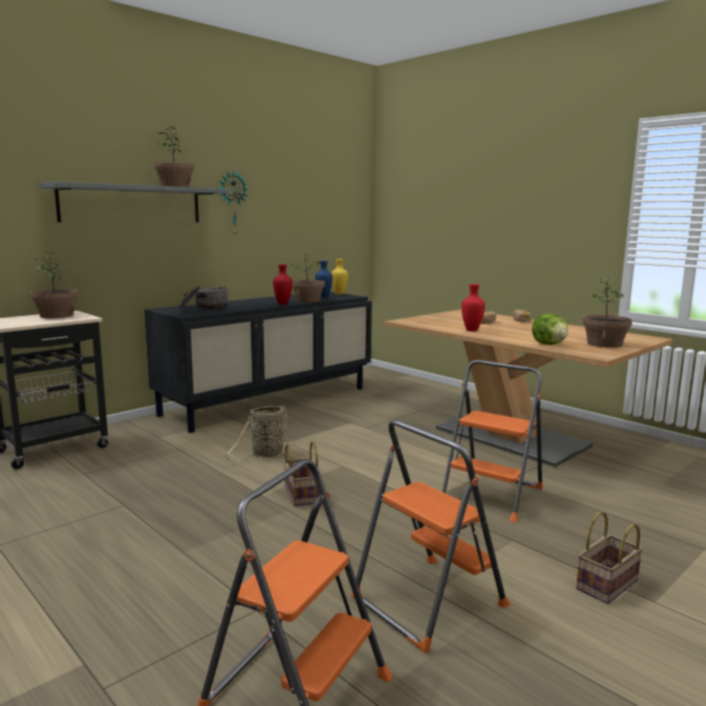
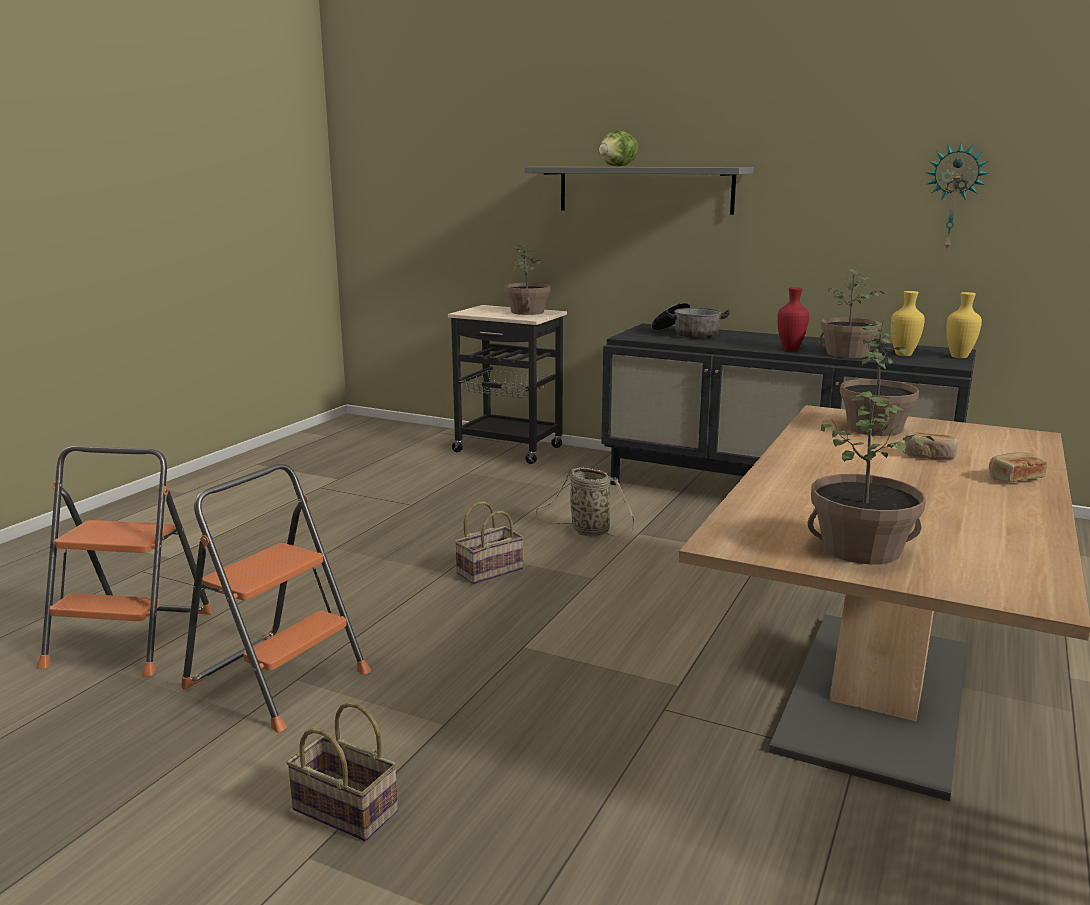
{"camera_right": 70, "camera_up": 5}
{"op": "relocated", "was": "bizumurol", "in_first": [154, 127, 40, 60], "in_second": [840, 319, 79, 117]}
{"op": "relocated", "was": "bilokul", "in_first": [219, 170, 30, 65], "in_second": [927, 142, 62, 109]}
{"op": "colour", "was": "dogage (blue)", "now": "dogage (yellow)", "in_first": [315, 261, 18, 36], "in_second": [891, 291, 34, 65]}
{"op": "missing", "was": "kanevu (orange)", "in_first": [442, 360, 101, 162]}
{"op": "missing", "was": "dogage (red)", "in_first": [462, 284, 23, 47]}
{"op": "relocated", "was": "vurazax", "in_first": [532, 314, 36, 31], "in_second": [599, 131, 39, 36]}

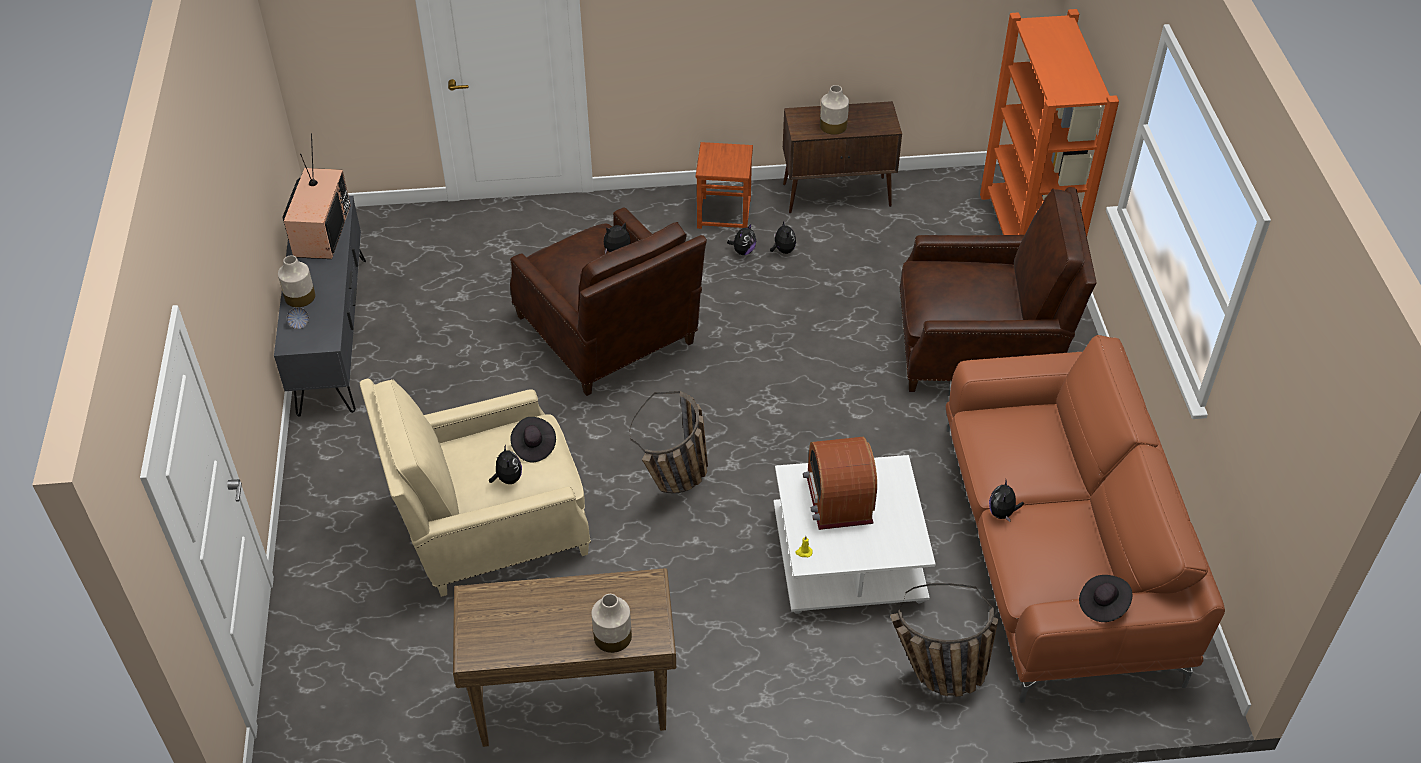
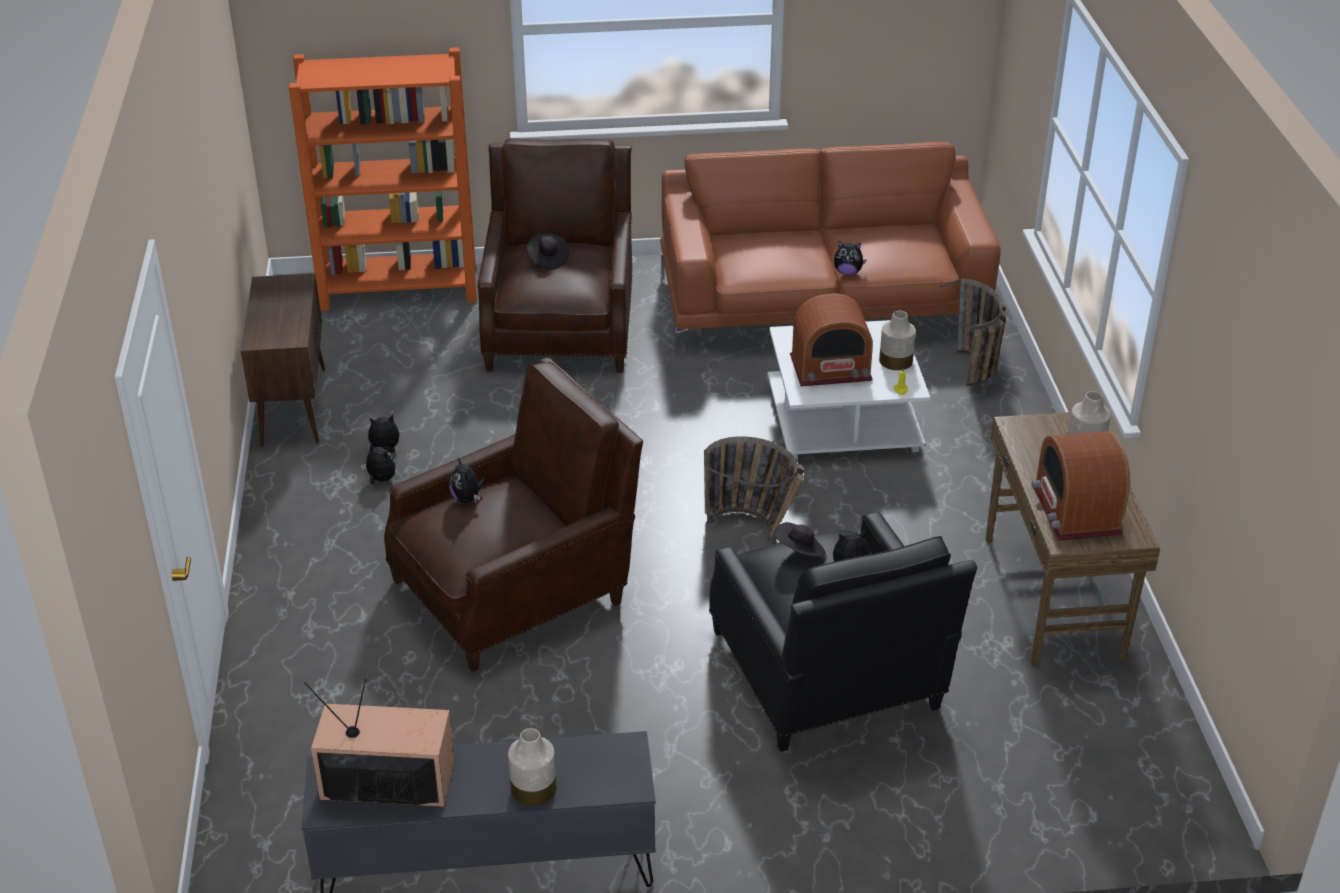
{"camera_right": -90, "camera_up": -10}
{"op": "missing", "was": "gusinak", "in_first": [287, 307, 22, 22]}
{"op": "colour", "was": "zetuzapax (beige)", "now": "zetuzapax (black)", "in_first": [360, 379, 231, 218], "in_second": [709, 512, 268, 240]}
{"op": "missing", "was": "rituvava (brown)", "in_first": [696, 142, 57, 87]}
{"op": "relocated", "was": "dogage (beige)", "in_first": [820, 85, 29, 50], "in_second": [879, 311, 37, 59]}
{"op": "relocated", "was": "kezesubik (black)", "in_first": [1079, 575, 53, 47], "in_second": [527, 233, 43, 37]}
{"op": "appeared", "now": "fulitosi", "in_second": [1032, 431, 98, 110]}

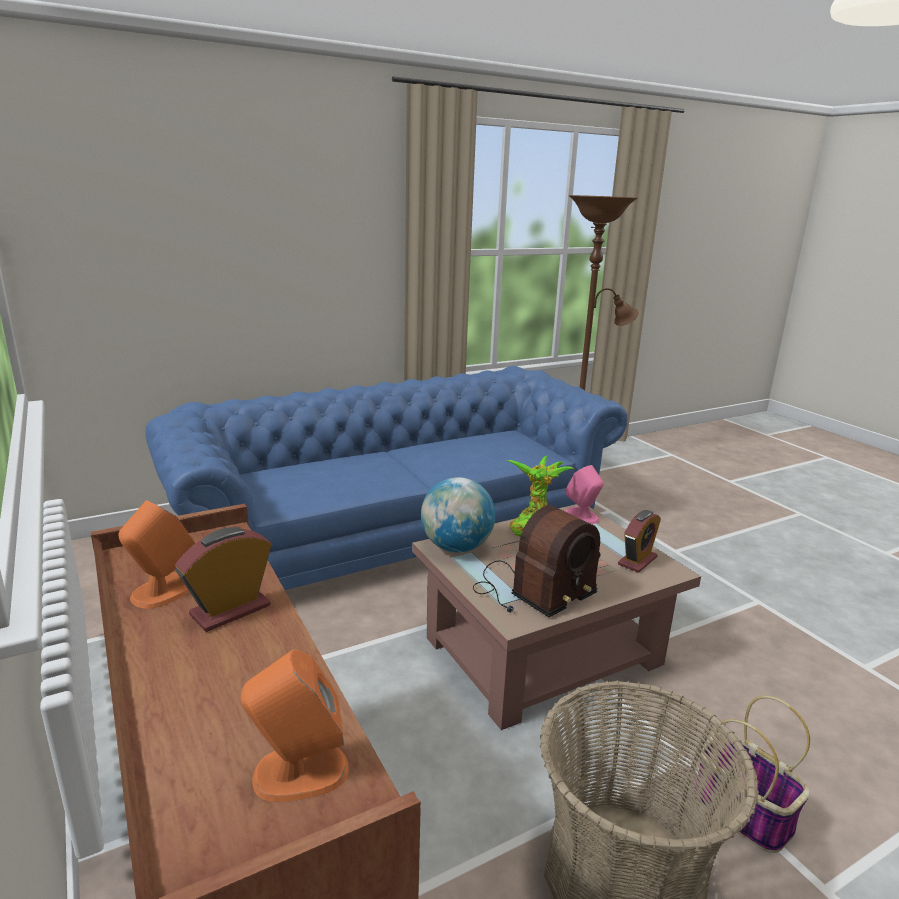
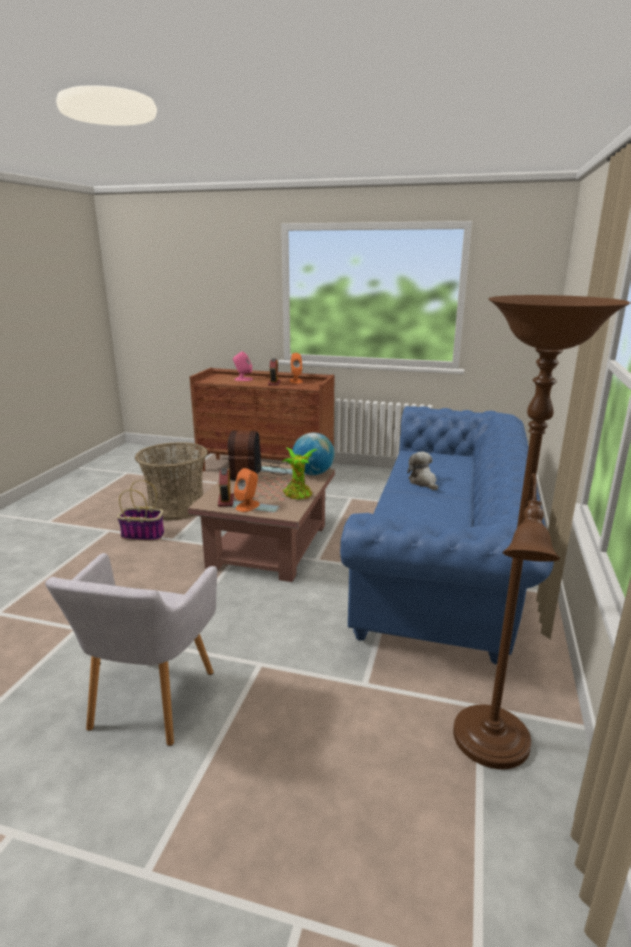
{"camera_right": 135, "camera_up": 0}
{"op": "relocated", "was": "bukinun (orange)", "in_first": [241, 649, 107, 153], "in_second": [234, 468, 26, 44]}
{"op": "relocated", "was": "bukinun (pink)", "in_first": [565, 465, 39, 59], "in_second": [233, 351, 20, 30]}
{"op": "appeared", "now": "zetuzapax (grey)", "in_second": [45, 553, 172, 193]}
{"op": "appeared", "now": "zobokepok", "in_second": [407, 452, 31, 39]}

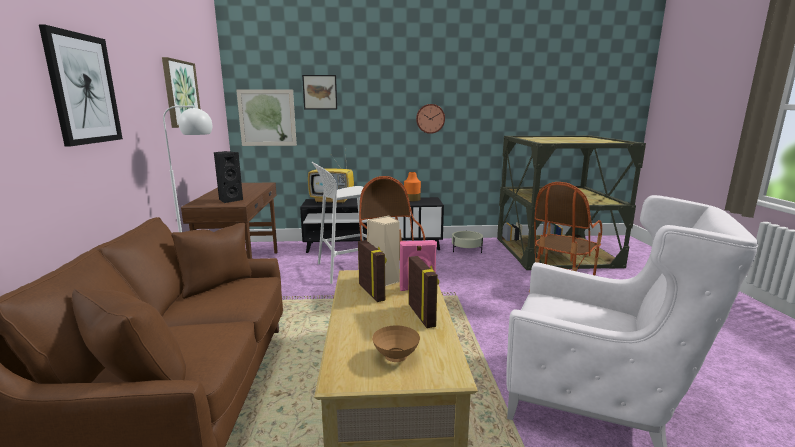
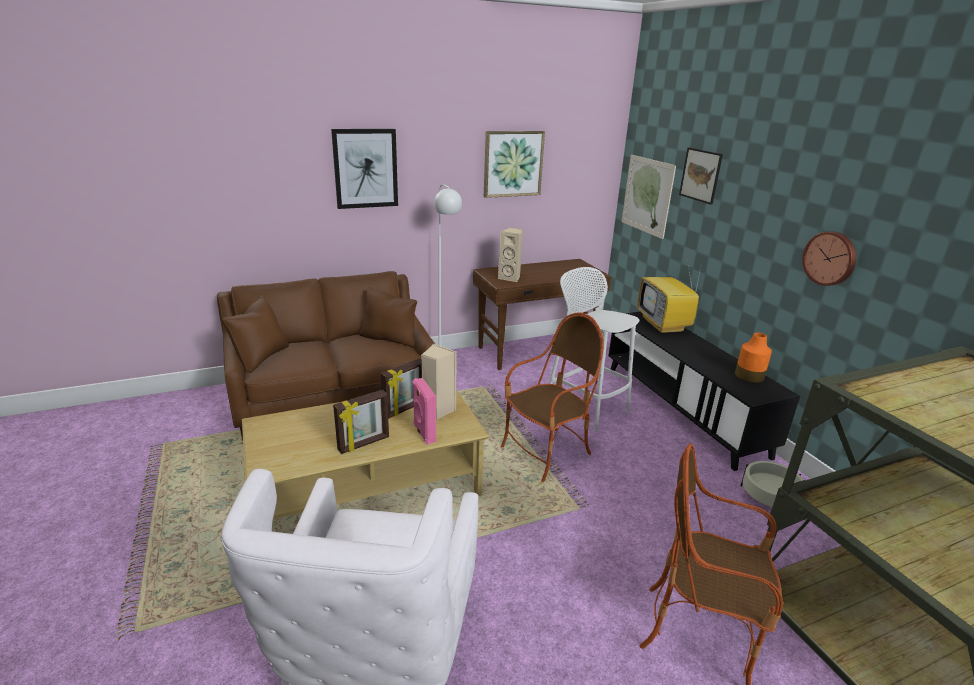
{"camera_right": 70, "camera_up": 10}
{"op": "colour", "was": "bukinun (black)", "now": "bukinun (beige)", "in_first": [214, 151, 29, 52], "in_second": [498, 227, 25, 55]}
{"op": "missing", "was": "gusinak (brown)", "in_first": [372, 325, 48, 37]}

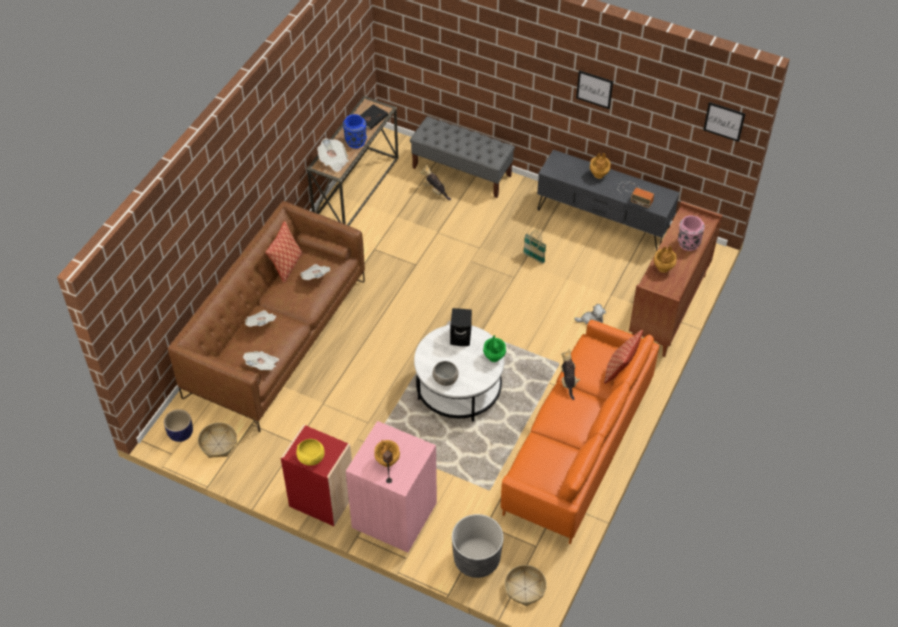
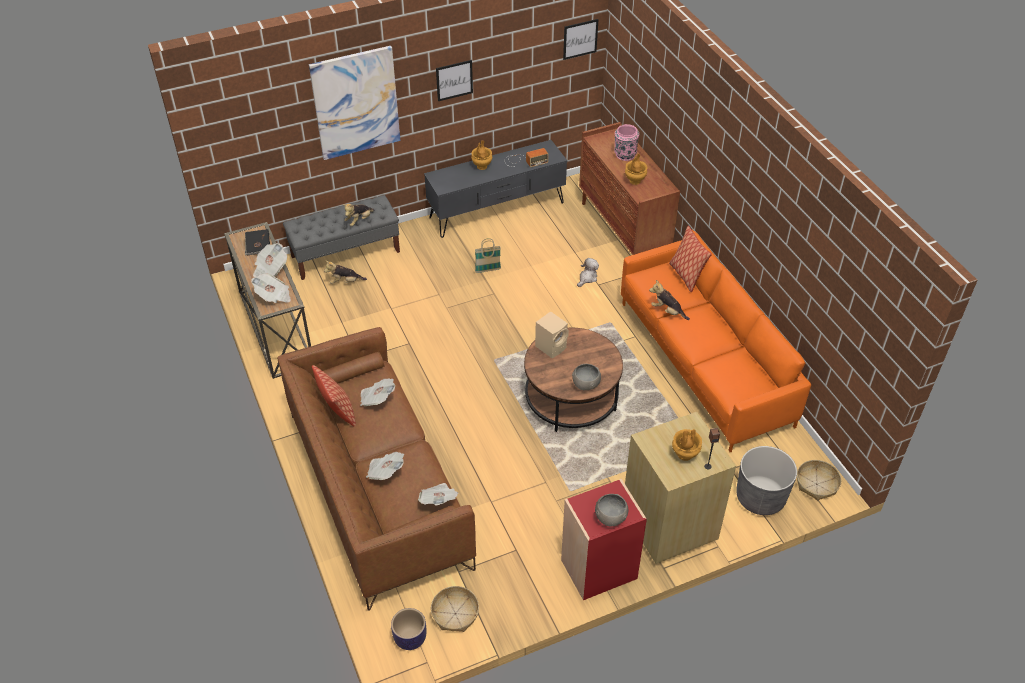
{"camera_right": -50, "camera_up": -5}
{"op": "colour", "was": "gusinak (yellow)", "now": "gusinak (grey)", "in_first": [296, 439, 29, 27], "in_second": [595, 494, 33, 32]}
{"op": "exchanged", "was": "dogage (blue)", "now": "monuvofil", "in_first": [343, 114, 24, 34], "in_second": [253, 243, 34, 35]}
{"op": "colour", "was": "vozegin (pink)", "now": "vozegin (brown)", "in_first": [346, 421, 91, 132], "in_second": [625, 412, 111, 152]}
{"op": "colour", "was": "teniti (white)", "now": "teniti (brown)", "in_first": [414, 325, 90, 97], "in_second": [524, 328, 99, 104]}
{"op": "colour", "was": "bukinun (black)", "now": "bukinun (beige)", "in_first": [450, 308, 22, 38], "in_second": [535, 311, 34, 47]}
{"op": "missing", "was": "dogage (green)", "in_first": [483, 335, 23, 27]}
{"op": "appeared", "now": "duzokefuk", "in_second": [309, 46, 91, 114]}
{"op": "appeared", "now": "zobokepok", "in_second": [343, 204, 32, 23]}

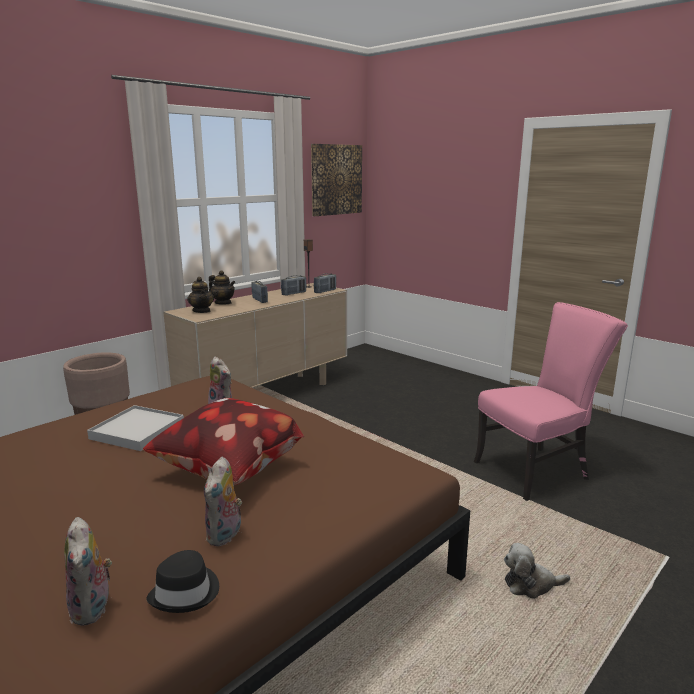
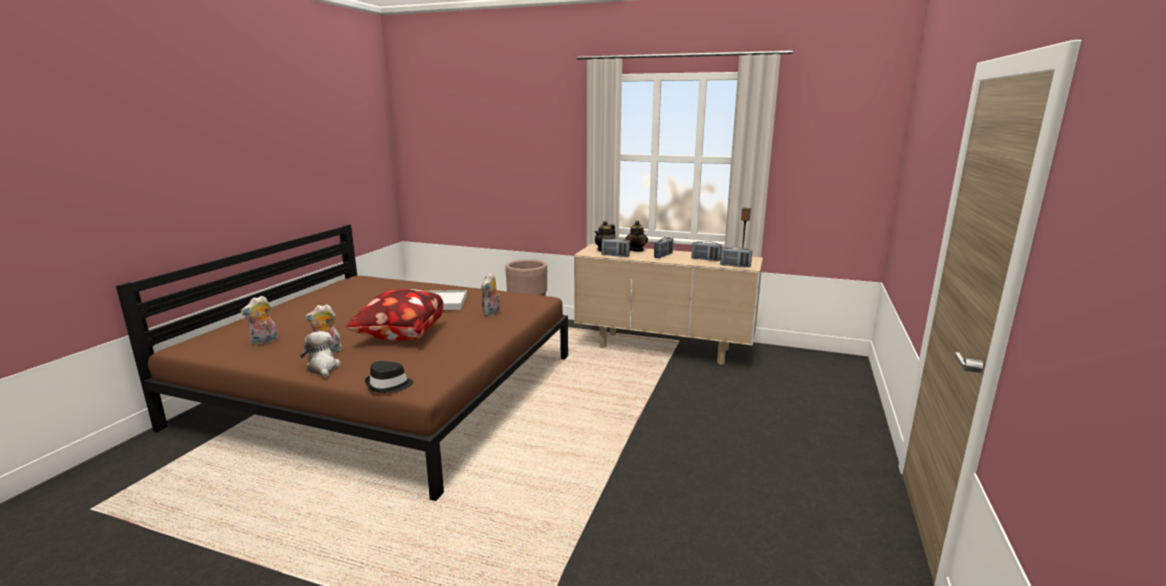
{"camera_right": 65, "camera_up": 0}
{"op": "relocated", "was": "kezesubik (black)", "in_first": [146, 550, 73, 63], "in_second": [365, 361, 48, 32]}
{"op": "missing", "was": "duzokefuk", "in_first": [311, 144, 51, 72]}
{"op": "missing", "was": "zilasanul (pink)", "in_first": [474, 302, 154, 199]}
{"op": "relocated", "was": "zobokepok", "in_first": [504, 543, 66, 56], "in_second": [300, 331, 41, 47]}
{"op": "appeared", "now": "fulitosi", "in_second": [601, 237, 29, 20]}

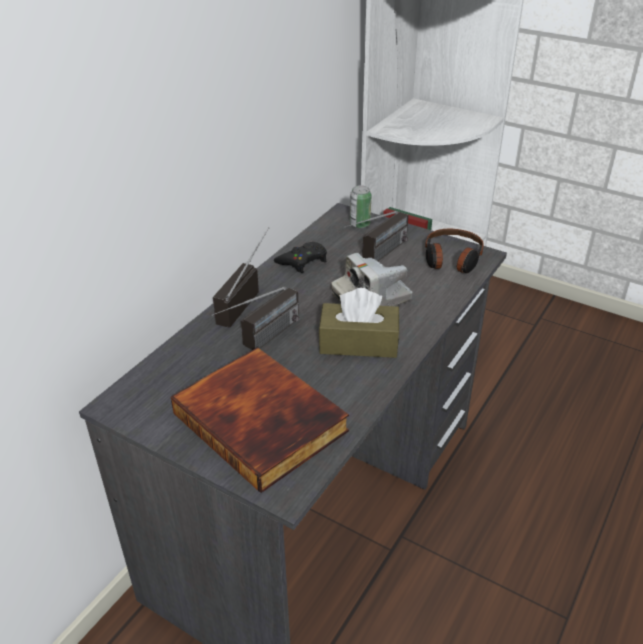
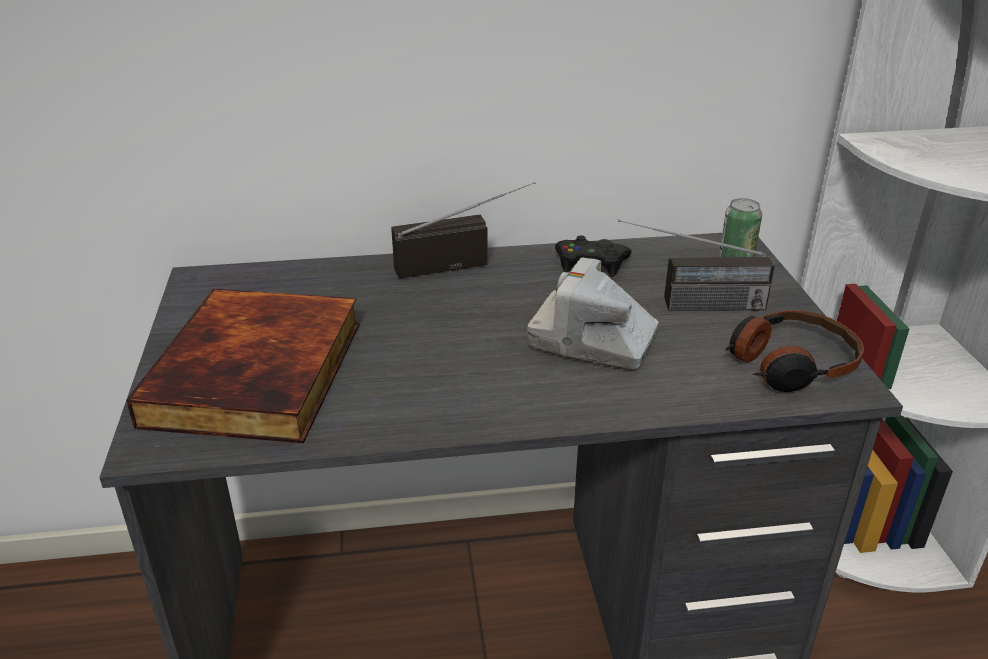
{"camera_right": 50, "camera_up": -5}
{"op": "missing", "was": "fulitosi", "in_first": [212, 287, 87, 63]}
{"op": "missing", "was": "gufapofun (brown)", "in_first": [319, 288, 80, 70]}

